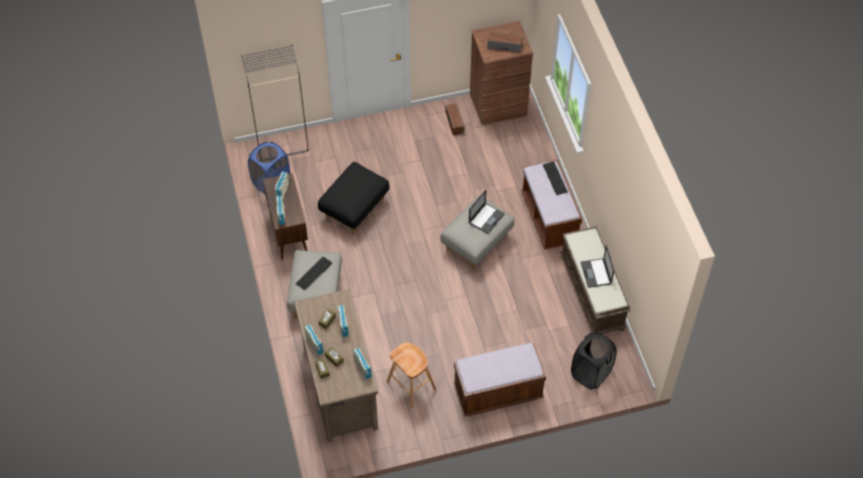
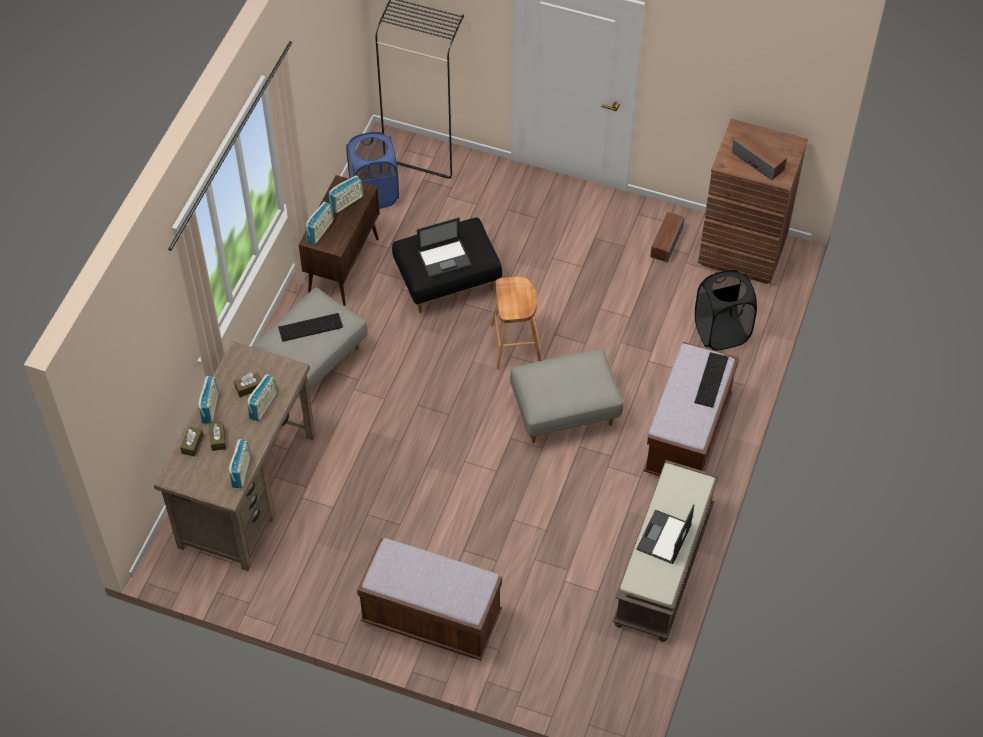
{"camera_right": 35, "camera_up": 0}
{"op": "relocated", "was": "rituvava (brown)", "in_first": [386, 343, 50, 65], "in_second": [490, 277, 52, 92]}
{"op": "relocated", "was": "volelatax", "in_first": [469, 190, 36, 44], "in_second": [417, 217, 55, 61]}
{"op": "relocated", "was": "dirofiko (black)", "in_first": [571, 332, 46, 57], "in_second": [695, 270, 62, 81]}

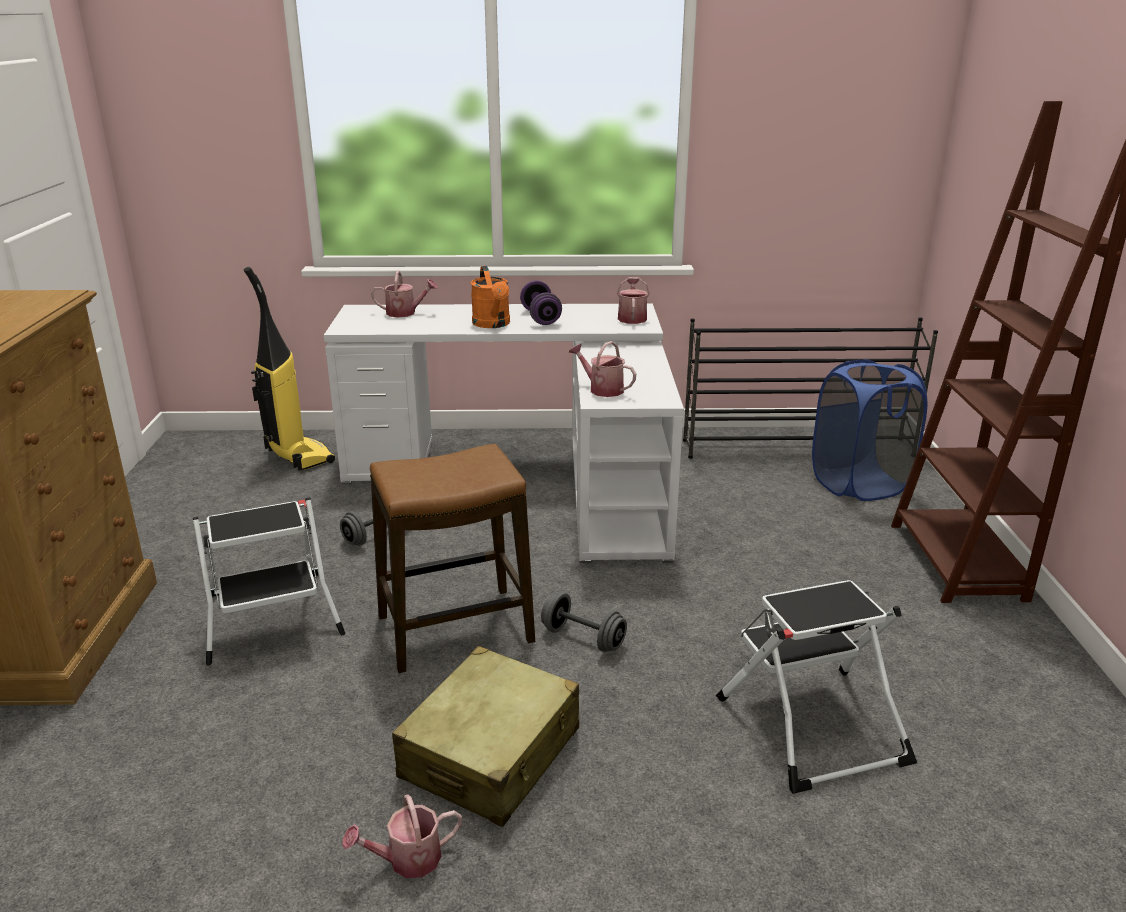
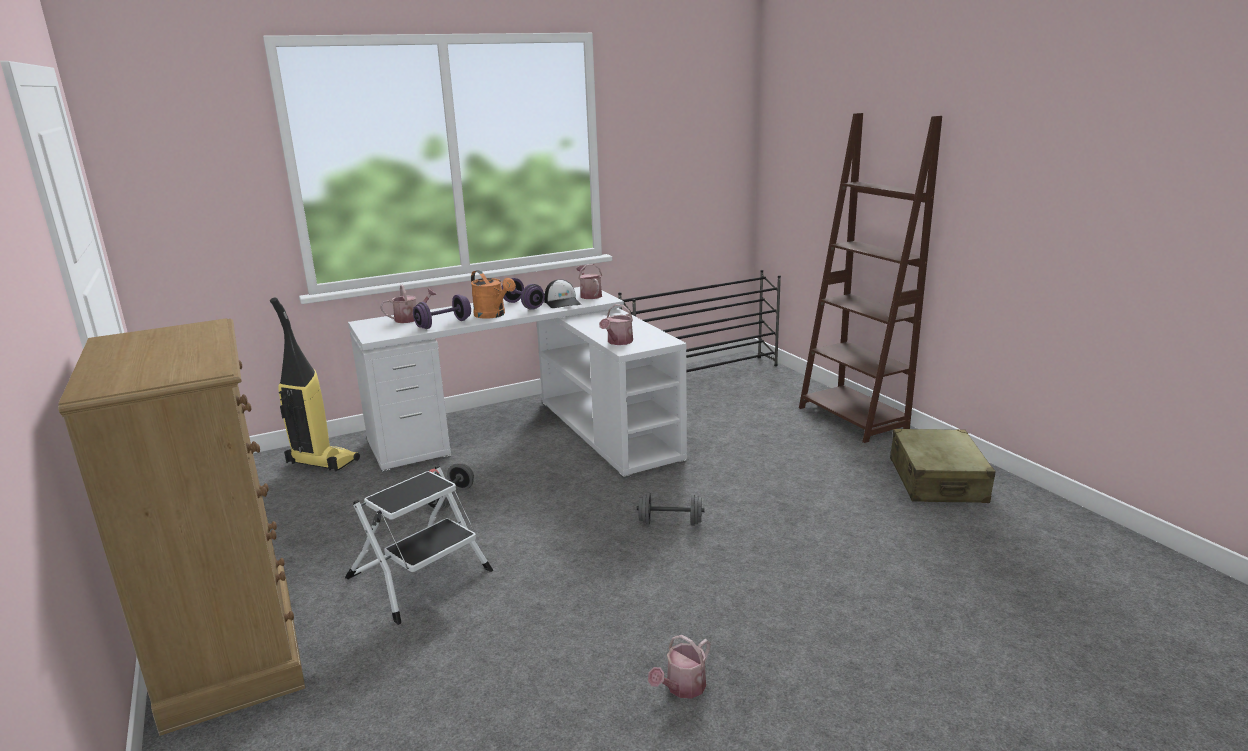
{"camera_right": -25, "camera_up": -5}
{"op": "missing", "was": "rituvava", "in_first": [370, 444, 165, 229]}
{"op": "relocated", "was": "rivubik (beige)", "in_first": [392, 646, 187, 181], "in_second": [890, 429, 106, 74]}
{"op": "spun", "was": "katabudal", "in_first": [569, 341, 67, 56], "in_second": [599, 304, 34, 41], "clockwise": -75}
{"op": "missing", "was": "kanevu", "in_first": [716, 580, 201, 214]}
{"op": "missing", "was": "dirofiko (blue)", "in_first": [812, 359, 115, 142]}
{"op": "appeared", "now": "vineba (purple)", "in_second": [413, 294, 58, 35]}
{"op": "appeared", "now": "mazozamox", "in_second": [544, 279, 37, 29]}

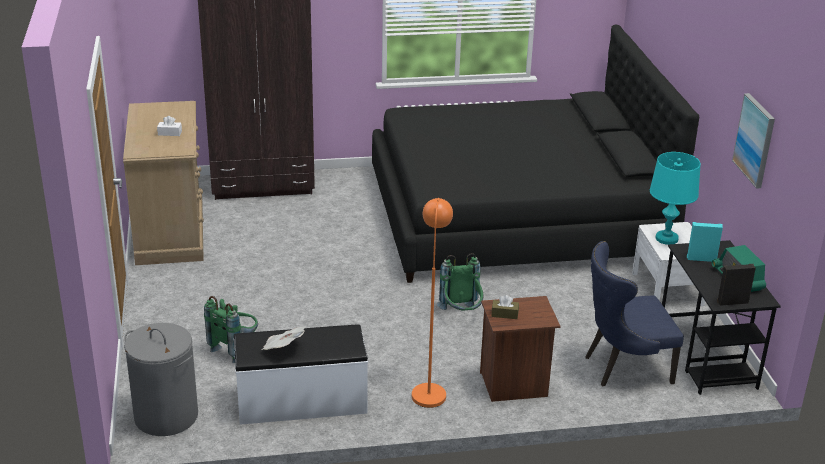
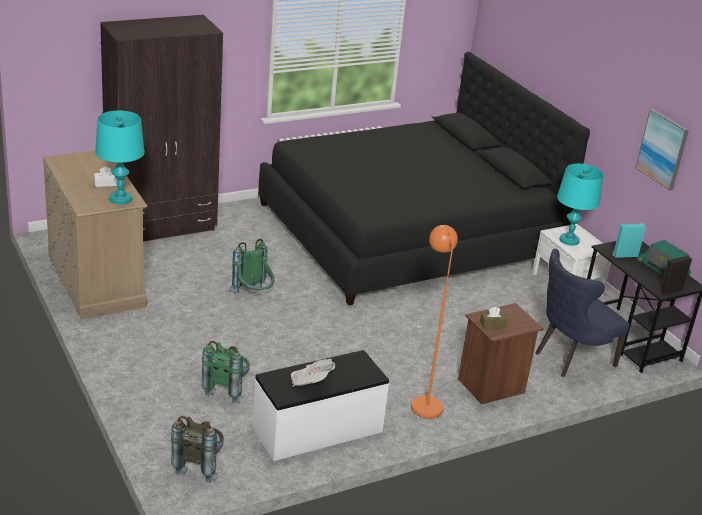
{"camera_right": -20, "camera_up": 0}
{"op": "exchanged", "was": "dirofiko (grey)", "now": "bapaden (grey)", "in_first": [124, 323, 74, 113], "in_second": [171, 416, 53, 66]}
{"op": "relocated", "was": "bapaden (green)", "in_first": [437, 253, 47, 58], "in_second": [230, 239, 44, 54]}
{"op": "appeared", "now": "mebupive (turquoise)", "in_second": [95, 111, 50, 93]}

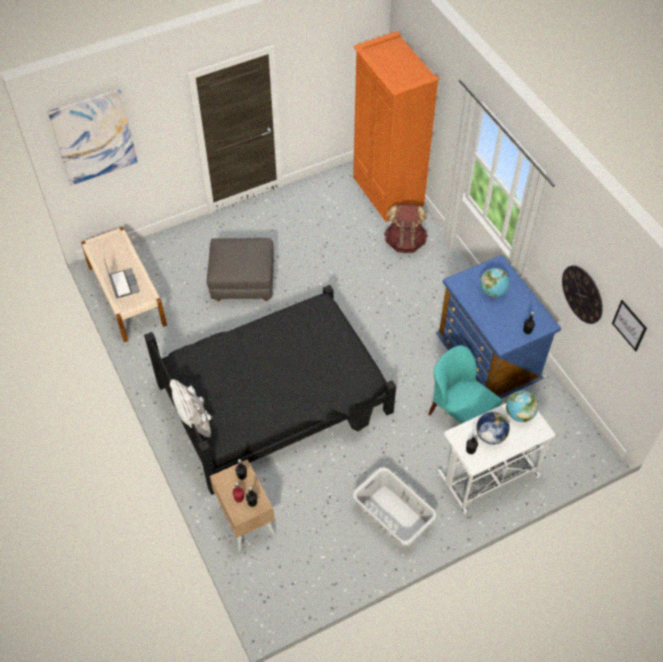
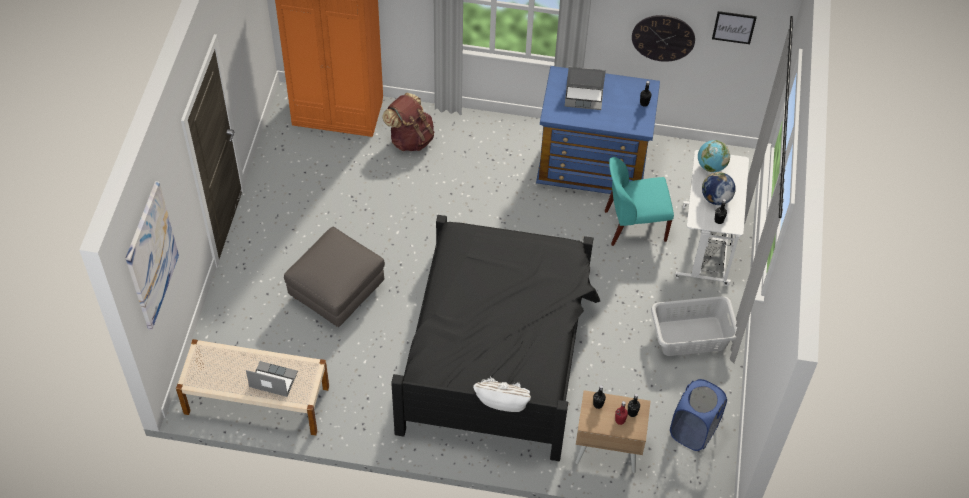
{"camera_right": -55, "camera_up": 0}
{"op": "exchanged", "was": "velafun", "now": "volelatax", "in_first": [480, 268, 30, 30], "in_second": [565, 67, 41, 43]}
{"op": "appeared", "now": "dirofiko (blue)", "in_second": [670, 379, 57, 72]}

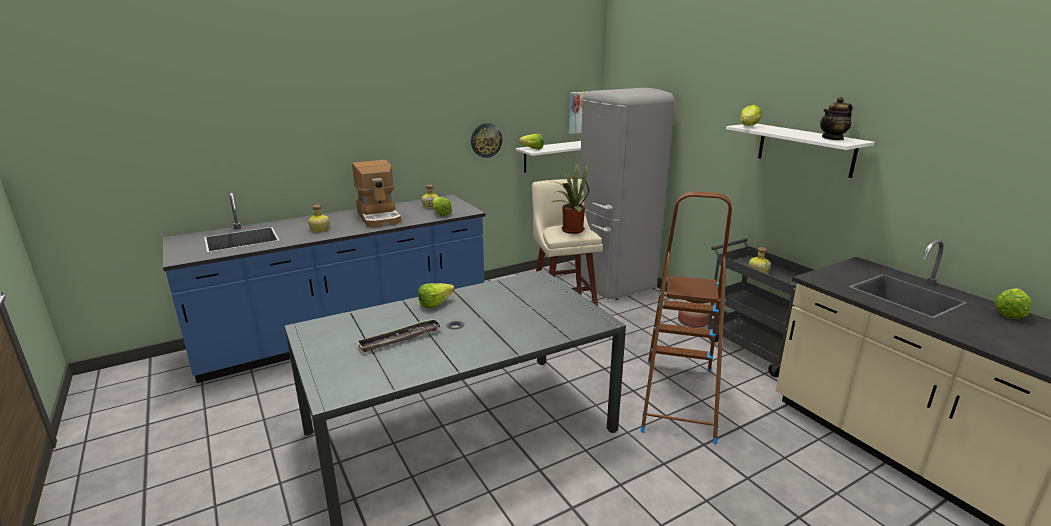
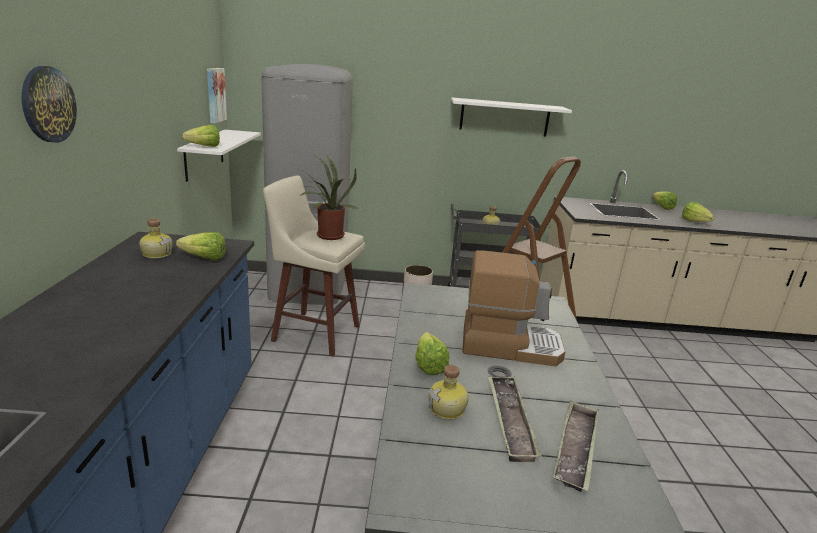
{"camera_right": -60, "camera_up": 0}
{"op": "relocated", "was": "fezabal", "in_first": [308, 205, 22, 27], "in_second": [428, 365, 41, 55]}
{"op": "relocated", "was": "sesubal", "in_first": [352, 160, 49, 67], "in_second": [462, 250, 103, 116]}
{"op": "relocated", "was": "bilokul", "in_first": [471, 123, 31, 35], "in_second": [22, 66, 55, 77]}
{"op": "relocated", "was": "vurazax", "in_first": [739, 105, 23, 21], "in_second": [682, 202, 33, 20]}
{"op": "missing", "was": "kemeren", "in_first": [820, 97, 33, 43]}
{"op": "appeared", "now": "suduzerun", "in_second": [553, 400, 46, 92]}

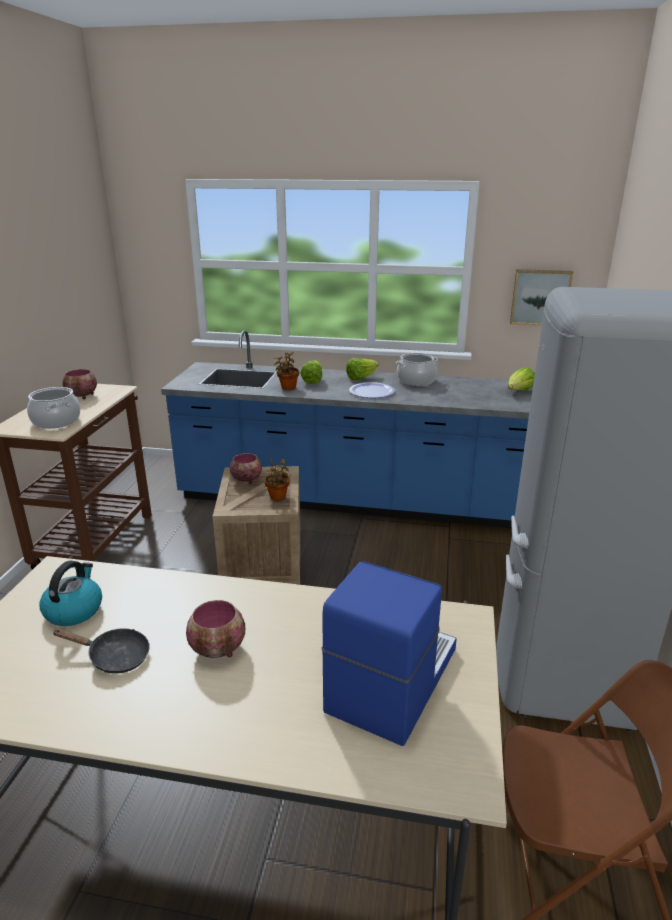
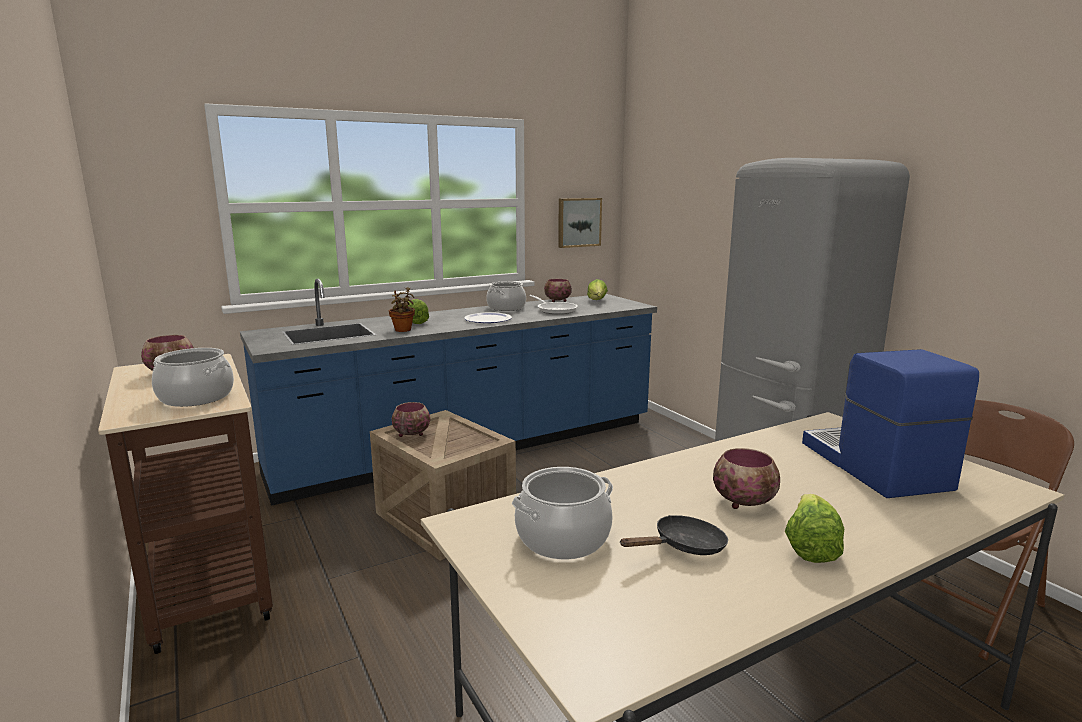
{"camera_right": -40, "camera_up": -10}
{"op": "exchanged", "was": "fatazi", "now": "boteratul", "in_first": [40, 561, 62, 65], "in_second": [512, 467, 101, 93]}
{"op": "missing", "was": "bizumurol", "in_first": [264, 459, 26, 42]}
{"op": "relocated", "was": "vurazax", "in_first": [346, 358, 33, 22], "in_second": [785, 494, 59, 69]}
{"op": "appeared", "now": "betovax", "in_second": [529, 295, 49, 19]}
{"op": "appeared", "now": "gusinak", "in_second": [544, 279, 28, 23]}

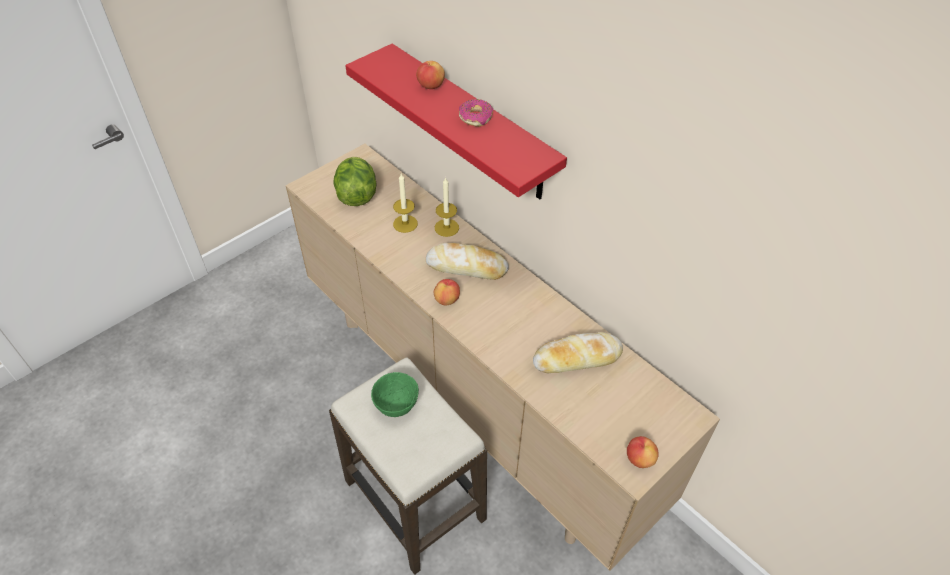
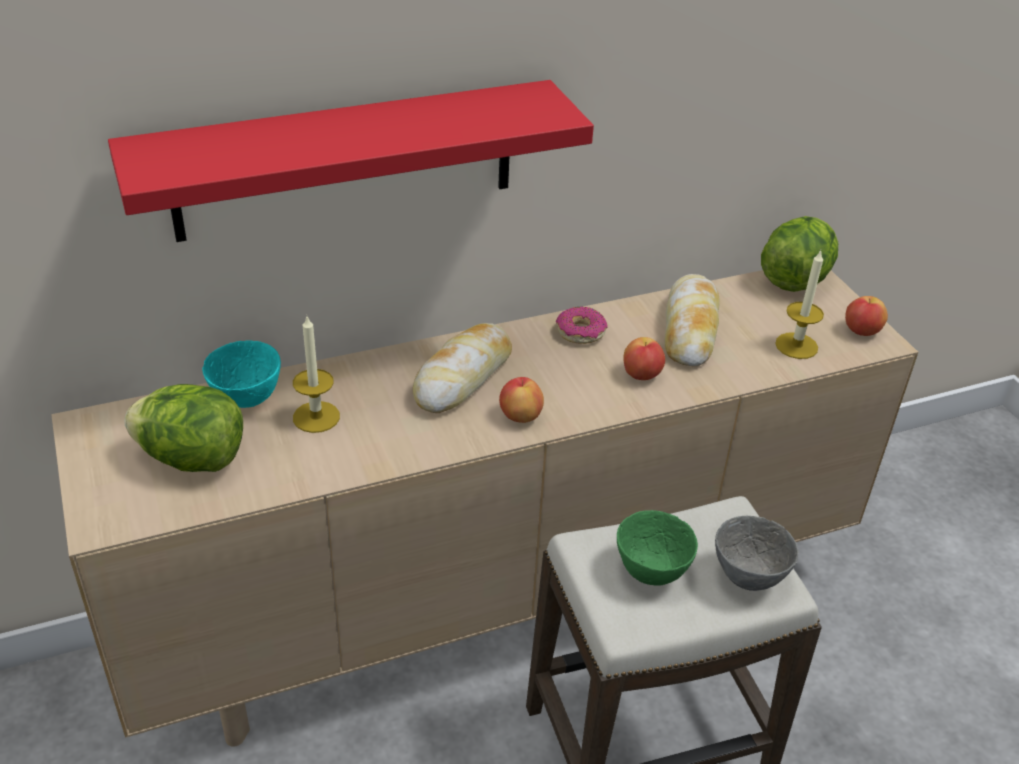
{"camera_right": -70, "camera_up": -10}
{"op": "relocated", "was": "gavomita", "in_first": [416, 61, 29, 28], "in_second": [623, 337, 42, 43]}
{"op": "relocated", "was": "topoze", "in_first": [435, 177, 24, 60], "in_second": [775, 250, 49, 109]}
{"op": "relocated", "was": "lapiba", "in_first": [459, 99, 34, 28], "in_second": [556, 307, 51, 37]}
{"op": "appeared", "now": "gusinak (turquoise)", "in_second": [202, 340, 79, 68]}
{"op": "appeared", "now": "gusinak (grey)", "in_second": [715, 516, 84, 75]}
{"op": "appeared", "now": "vurazax", "in_second": [761, 216, 77, 76]}

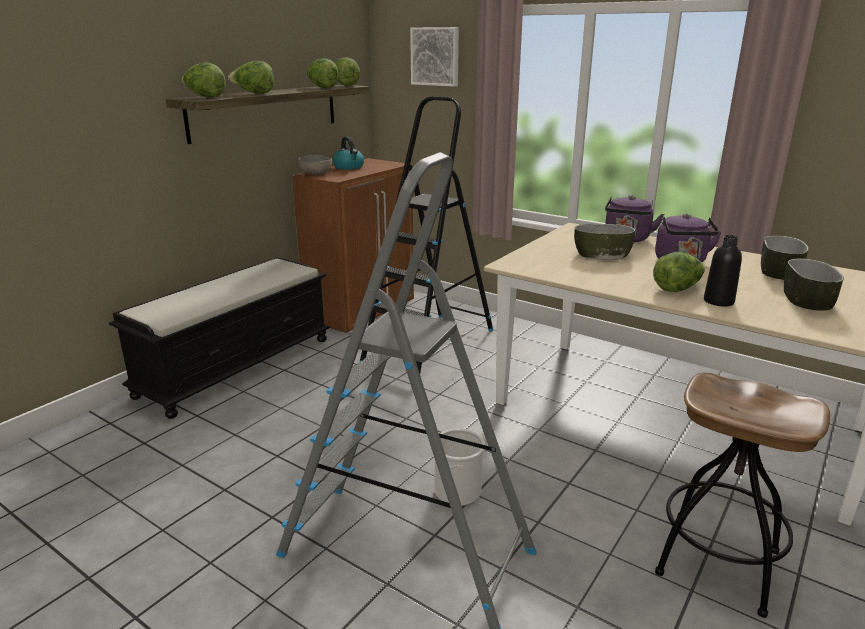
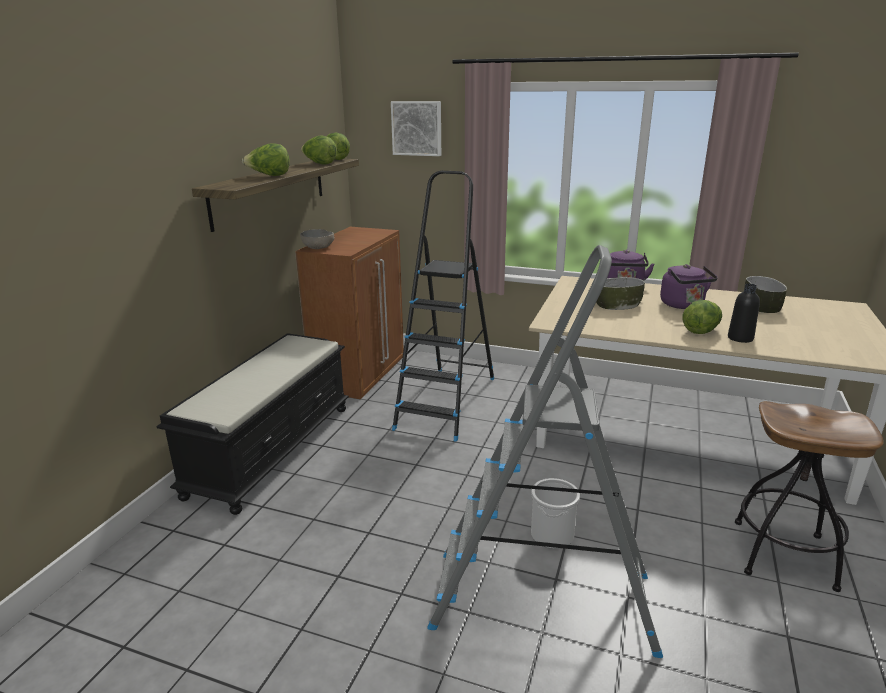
{"camera_right": -15, "camera_up": 0}
{"op": "missing", "was": "vurazax", "in_first": [182, 62, 44, 36]}
{"op": "missing", "was": "fatazi", "in_first": [333, 137, 31, 33]}
{"op": "missing", "was": "gusinak", "in_first": [784, 258, 60, 53]}

